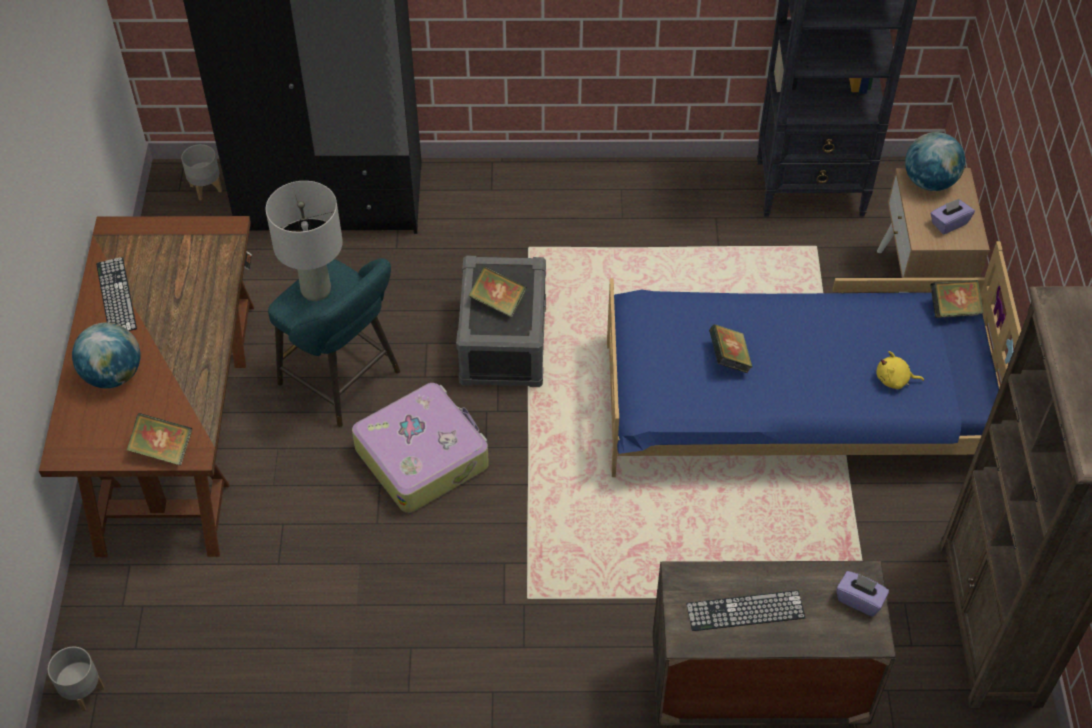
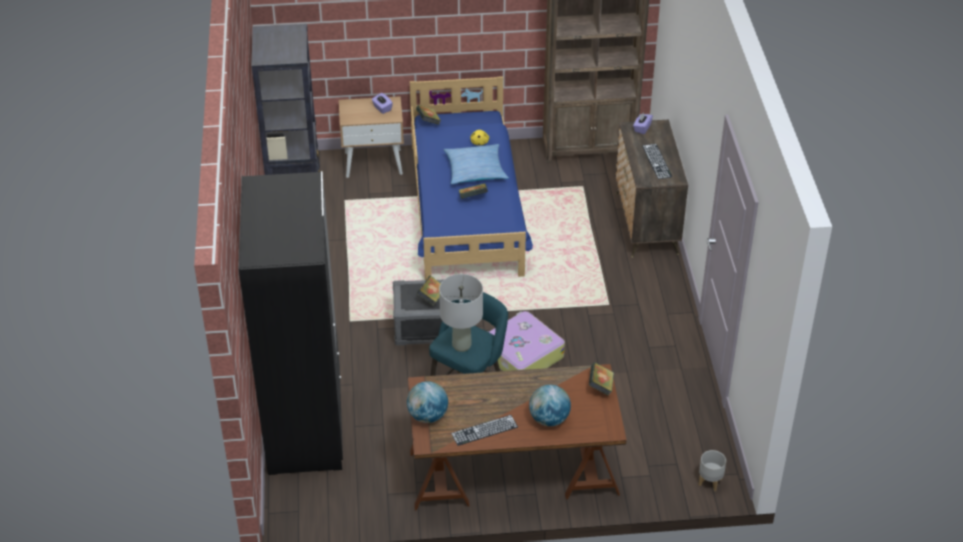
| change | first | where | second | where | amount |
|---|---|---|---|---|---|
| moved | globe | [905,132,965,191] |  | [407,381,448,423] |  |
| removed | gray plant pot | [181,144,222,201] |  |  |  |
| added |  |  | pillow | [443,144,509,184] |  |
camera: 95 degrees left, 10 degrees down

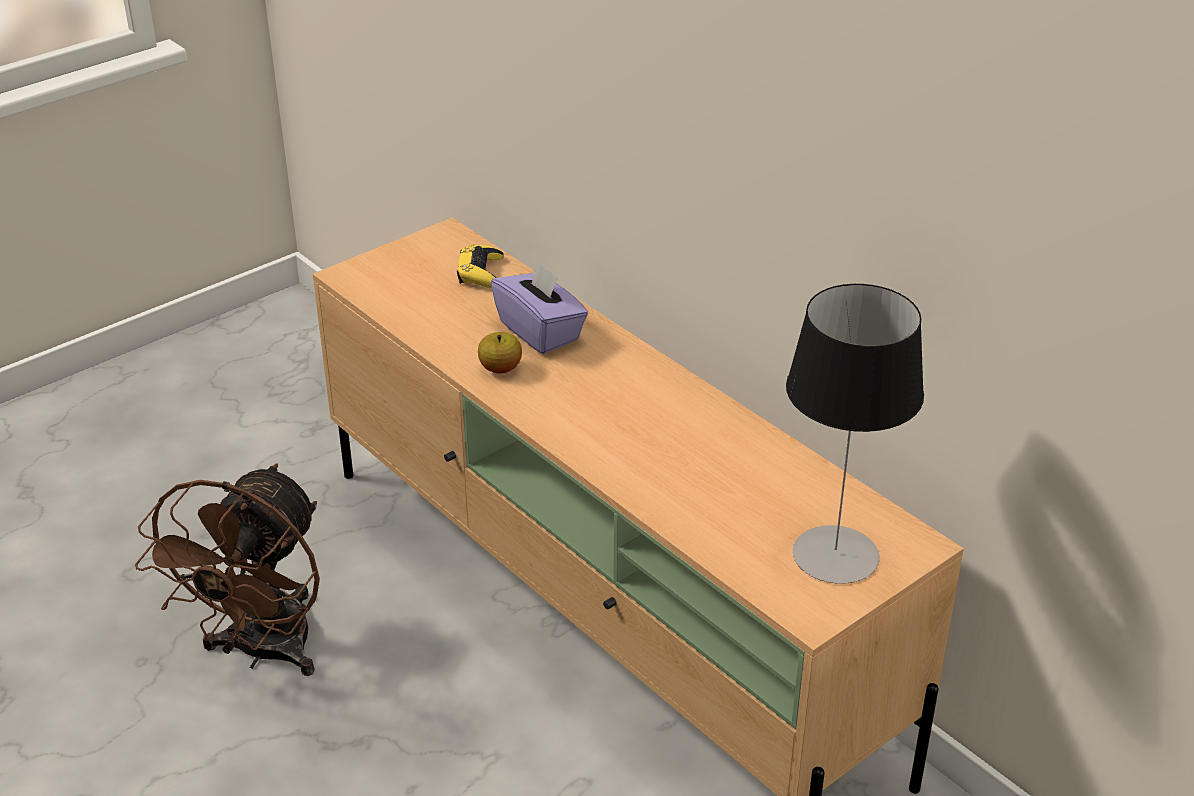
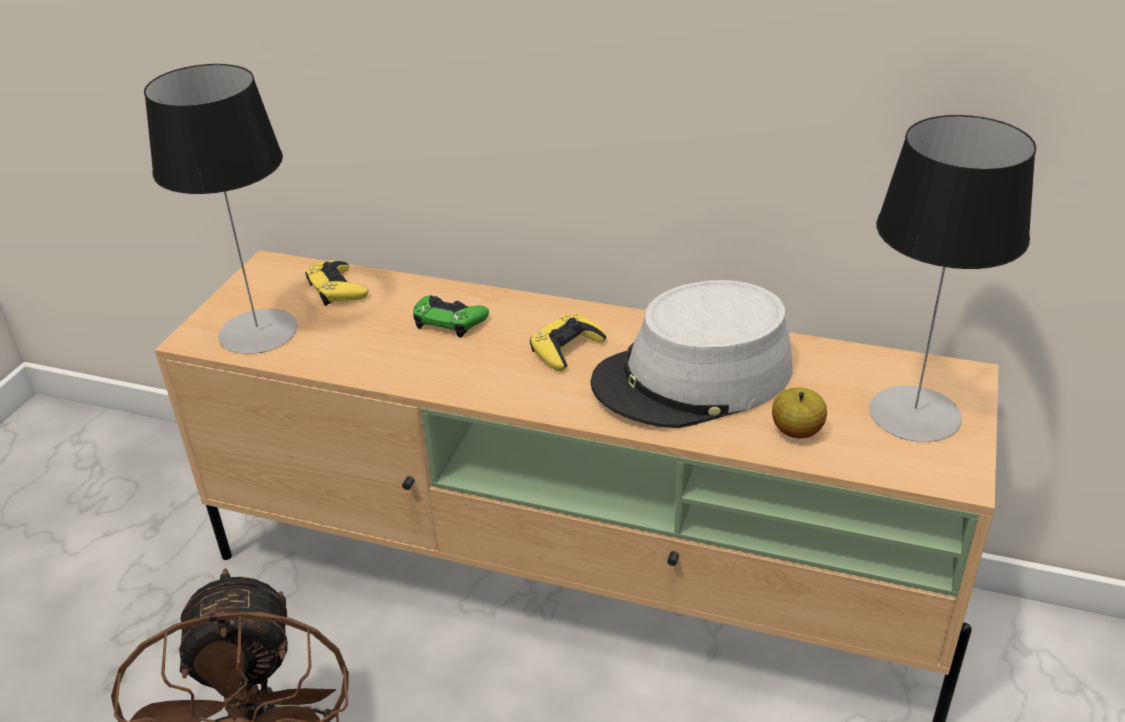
| change | first | where | second | where | amount |
|---|---|---|---|---|---|
| replaced | purple-coloured tissue box | [491,259,588,354] | green-coloured game controller | [413,295,489,338] |  |
| moved | apple fruit | [478,332,522,374] |  | [772,387,827,438] |  |
| added |  |  | tabletop lamp | [144,64,298,354] |  |
| added |  |  | gray wearable hat | [590,280,793,428] |  |
| added |  |  | yellow-coloured game controller | [530,314,606,371] |  |
camera: 30 degrees left, 0 degrees up

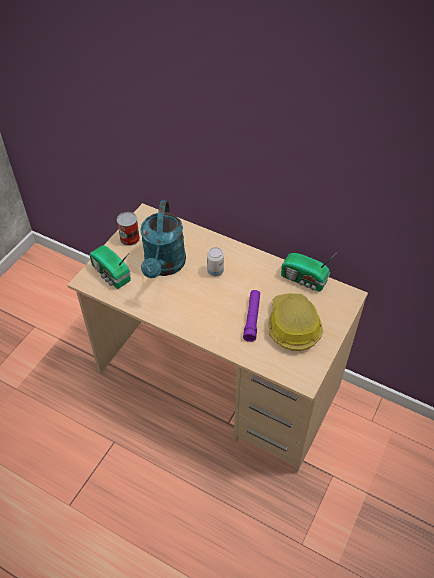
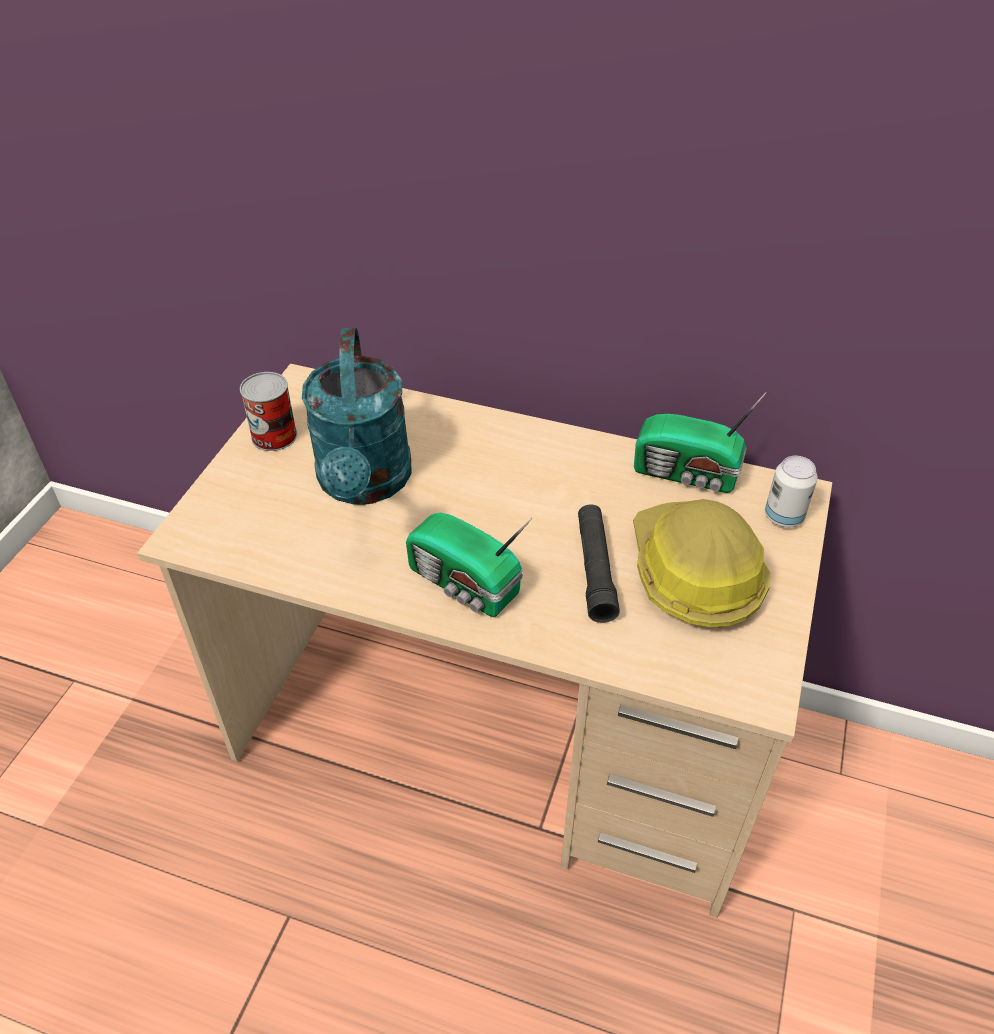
| change | first | where | second | where | amount |
|---|---|---|---|---|---|
| moved | radio receiver | [90,245,131,289] |  | [406,512,532,617] |  |
| moved | metal can | [207,247,224,276] |  | [765,456,818,527] |  |
| recoloured | purple-coloured torch | [243,290,260,342] | black-coloured torch | [578,504,620,623] |  |
camera: 10 degrees left, 5 degrees down

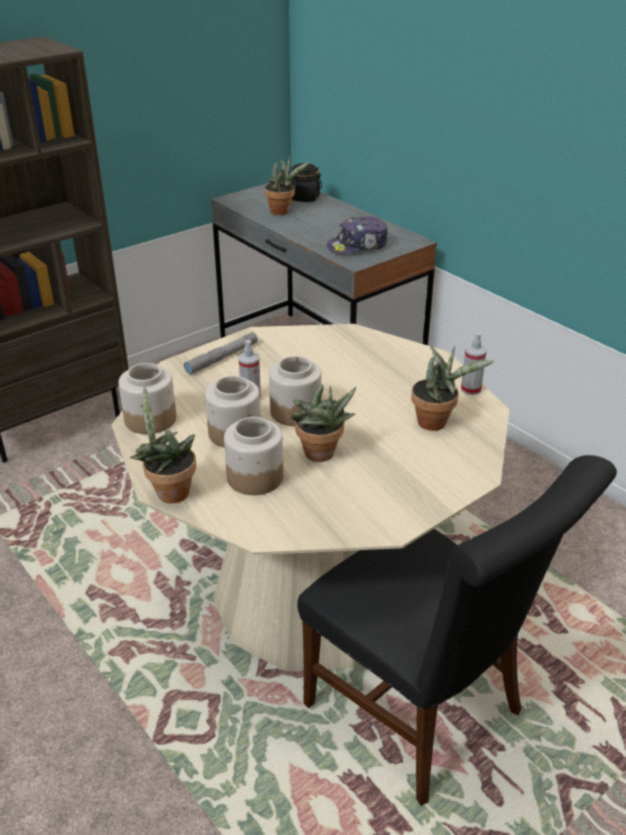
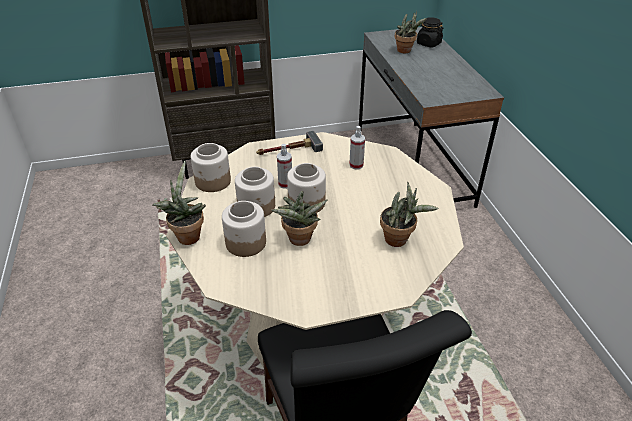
| change | first | where | second | where | amount |
|---|---|---|---|---|---|
| removed | cap | [326,216,388,254] |  |  |  |
| replaced | gray torch | [184,332,258,374] | hand hammer | [256,131,323,155] |  |
| moved | sprayer | [461,332,486,395] |  | [349,126,365,170] |  |
camera: 25 degrees right, 5 degrees up

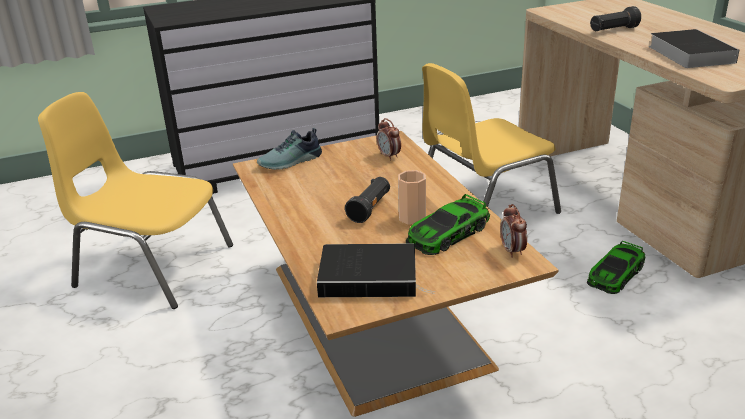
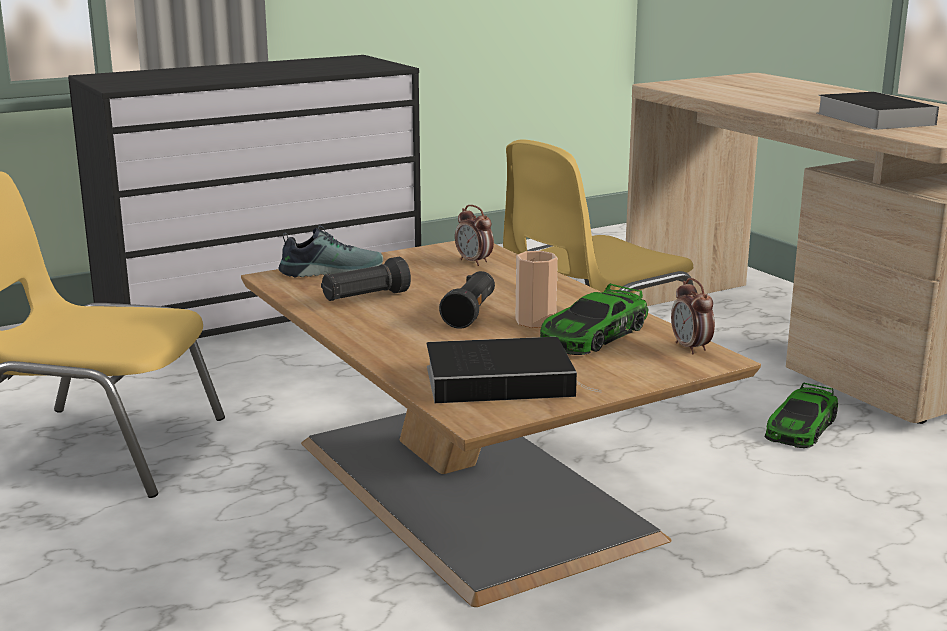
| change | first | where | second | where | amount |
|---|---|---|---|---|---|
| moved | black-coloured torch | [590,6,641,31] |  | [321,257,411,301] |  |
| turned | shoe | [257,128,322,170] |  | [278,225,383,277] | 150 degrees counterclockwise |
camera: 10 degrees left, 10 degrees down

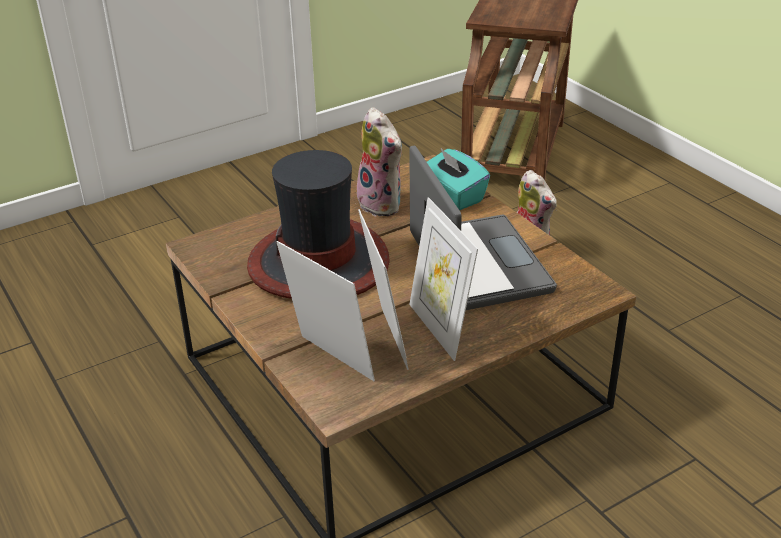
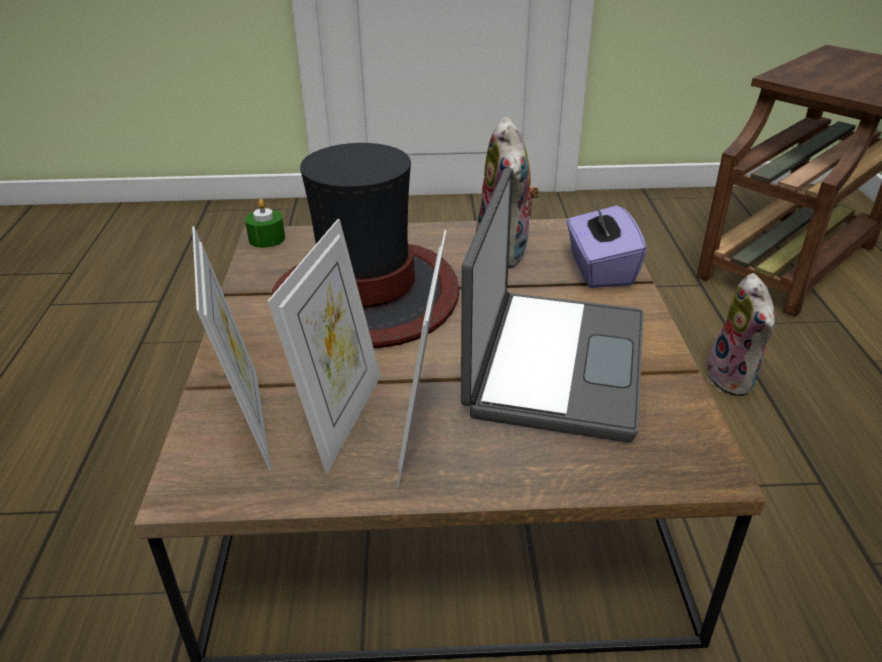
| change | first | where | second | where | amount |
|---|---|---|---|---|---|
| recoloured | turquoise tissue box | [427,149,490,210] | purple-coloured tissue box | [567,200,647,288] |  |
| added |  |  | green-coloured wax candle | [245,199,285,248] |  |
camera: 30 degrees right, 0 degrees up

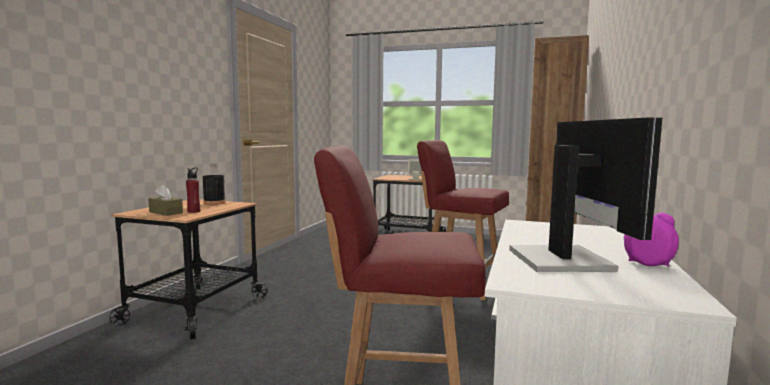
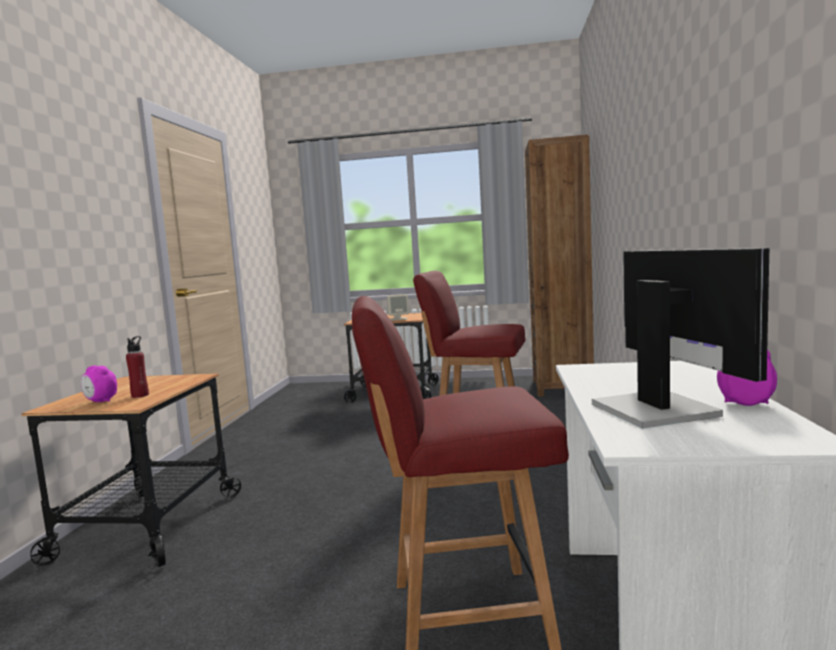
| change | first | where | second | where | amount |
|---|---|---|---|---|---|
| removed | black-coloured drink bottle | [203,164,225,205] |  |  |  |
| replaced | brown tissue box | [148,185,183,216] | alarm clock | [81,365,117,402] |  |
camera: 10 degrees left, 0 degrees up

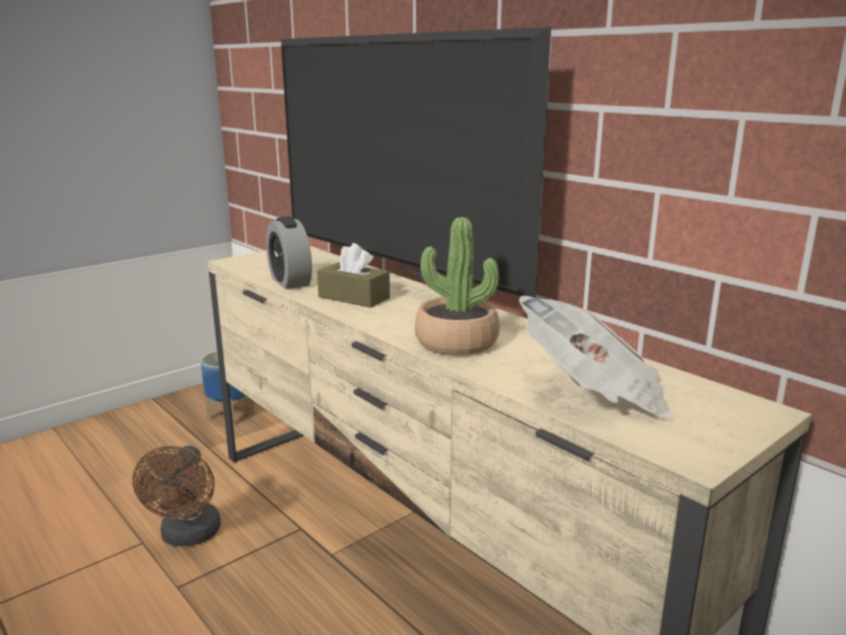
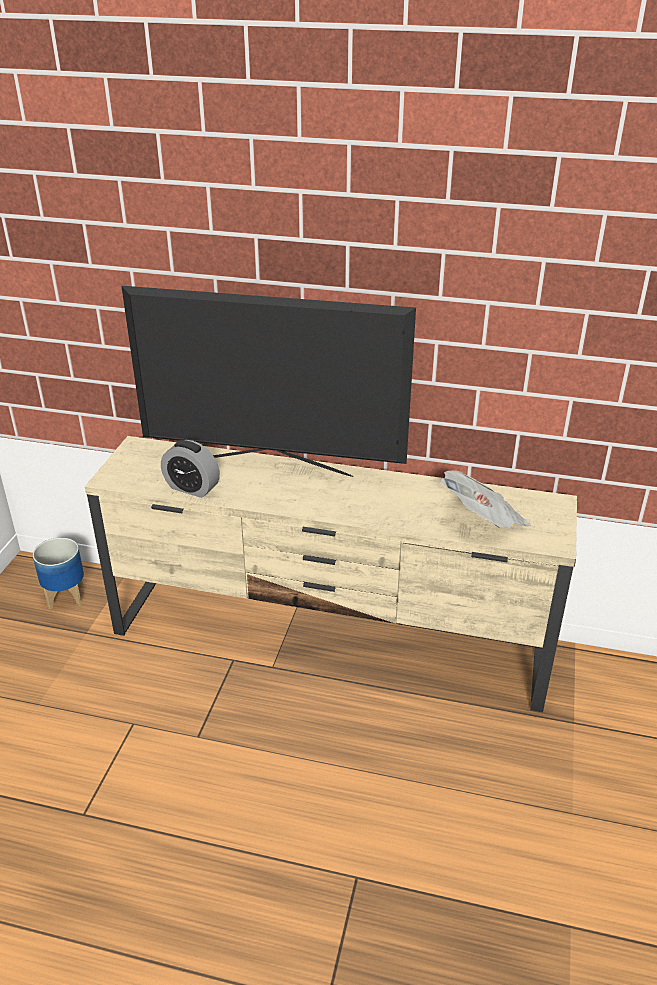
| change | first | where | second | where | amount |
|---|---|---|---|---|---|
| removed | potted plant | [415,217,500,355] |  |  |  |
| removed | brown tissue box | [317,243,390,308] |  |  |  |
| removed | brown fan | [132,445,221,546] |  |  |  |
camera: 35 degrees left, 15 degrees up

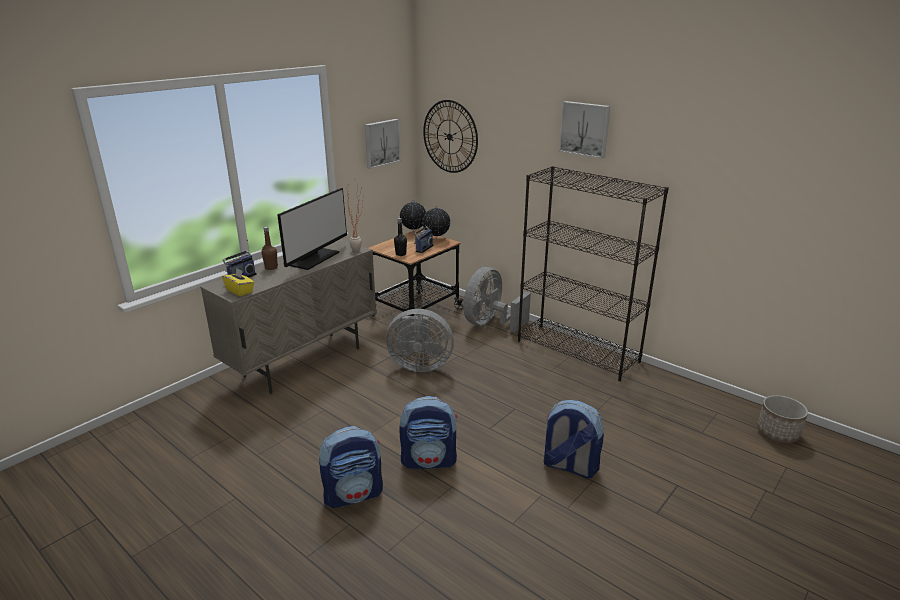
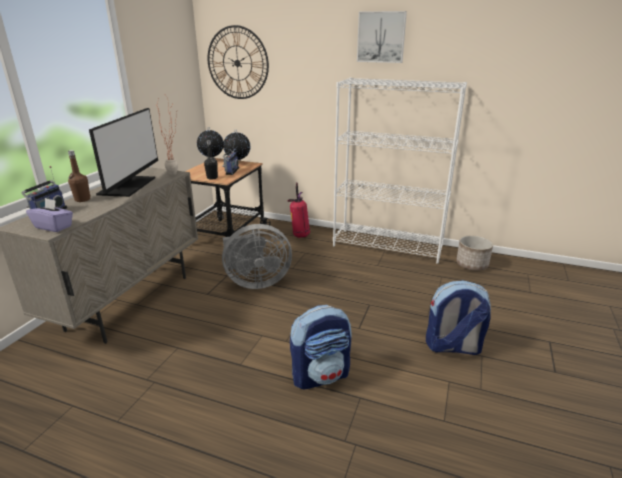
| change | first | where | second | where | amount |
|---|---|---|---|---|---|
| removed | wall picture | [365,119,401,169] |  |  |  |
| recoloured | black-coloured shelving unit | [518,166,669,381] | whitish shelving unit | [333,78,467,264] |  |
| replaced | gray fan | [463,267,531,332] | extinguisher | [288,182,310,238] |  |
| recoloured | yellow-coloured tissue box | [222,268,254,297] | purple-coloured tissue box | [26,198,73,232] |  |
| moved | plant pot | [757,395,808,443] |  | [456,236,493,271] |  |
| removed | rucksack | [319,426,383,508] |  |  |  |
camera: 20 degrees left, 0 degrees up

